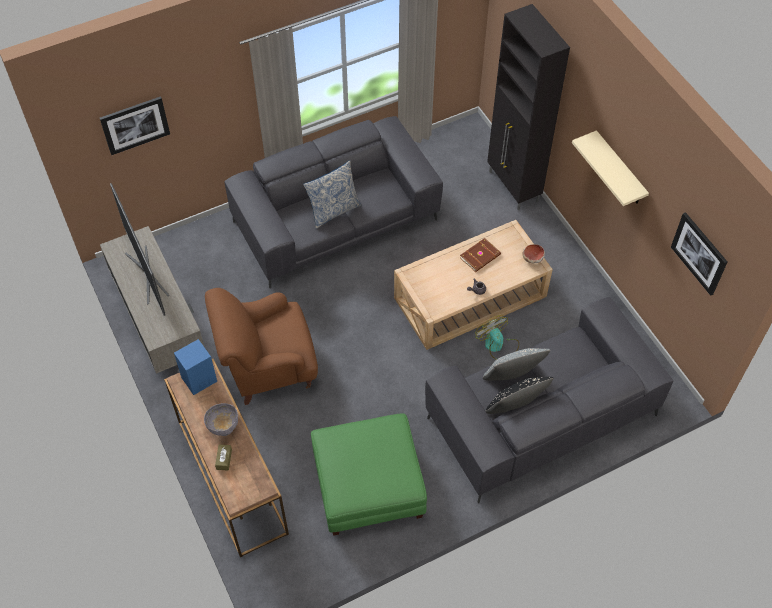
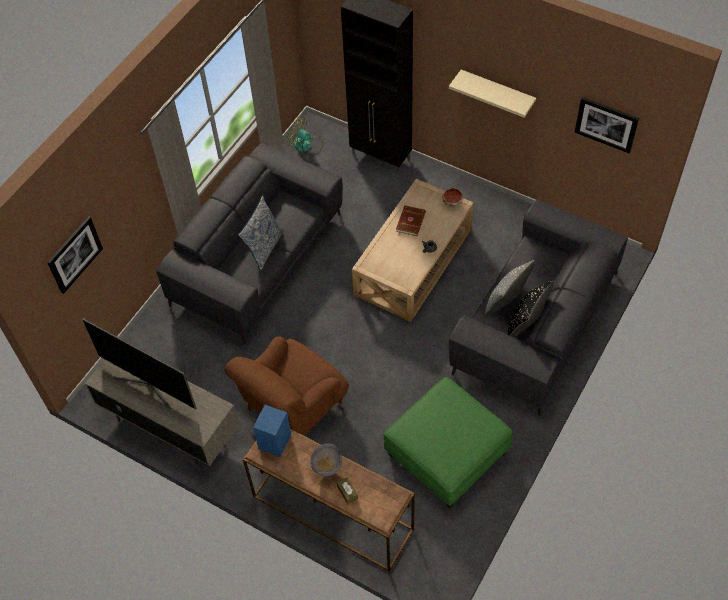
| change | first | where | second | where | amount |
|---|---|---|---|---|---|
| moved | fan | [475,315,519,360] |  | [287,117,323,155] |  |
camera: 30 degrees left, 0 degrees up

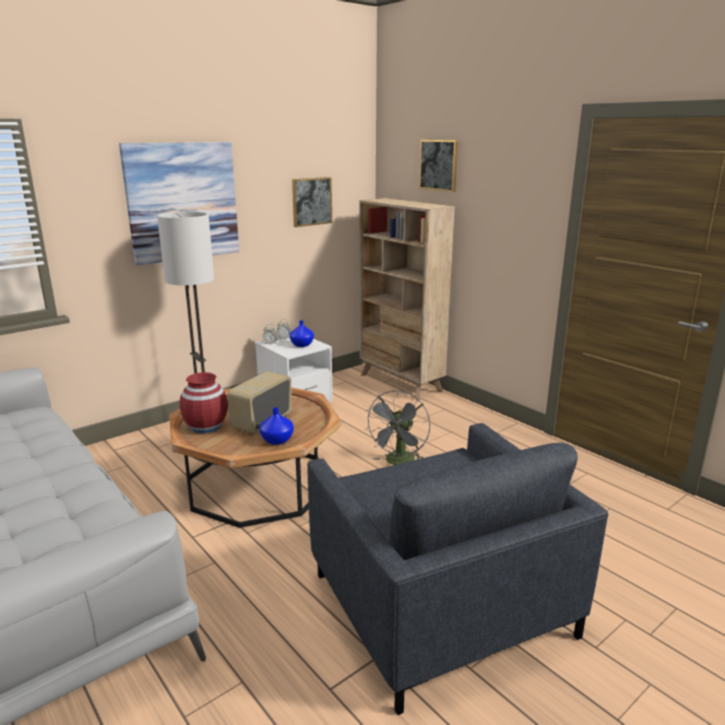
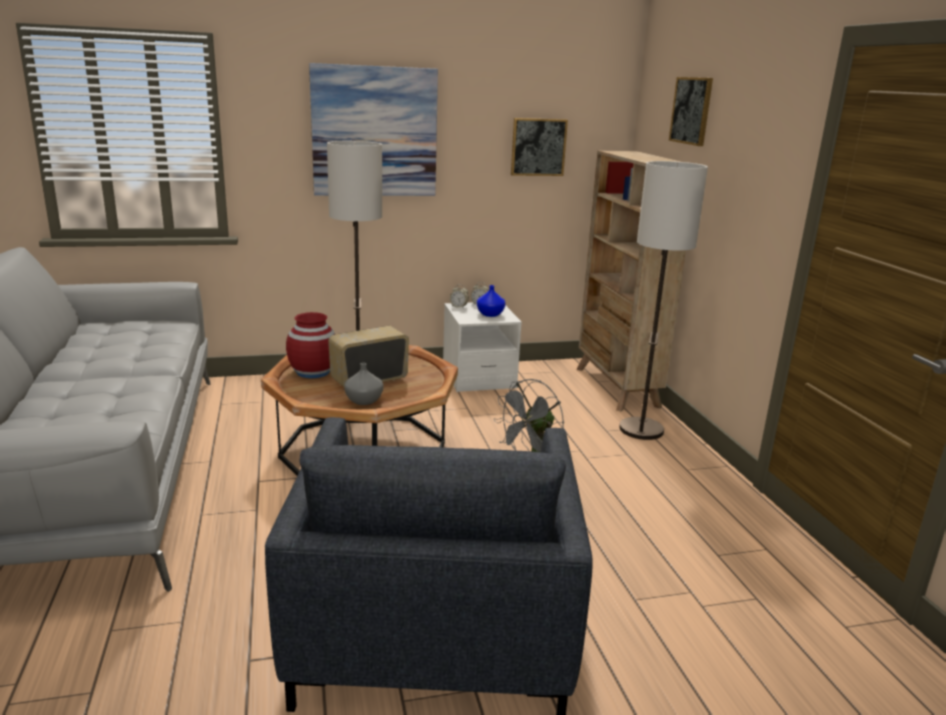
| change | first | where | second | where | amount |
|---|---|---|---|---|---|
| recoloured | blue flower vase | [259,407,294,445] | gray flower vase | [344,363,383,405] |  |
| added |  |  | standing lamp | [619,161,708,440] |  |
camera: 25 degrees right, 0 degrees up

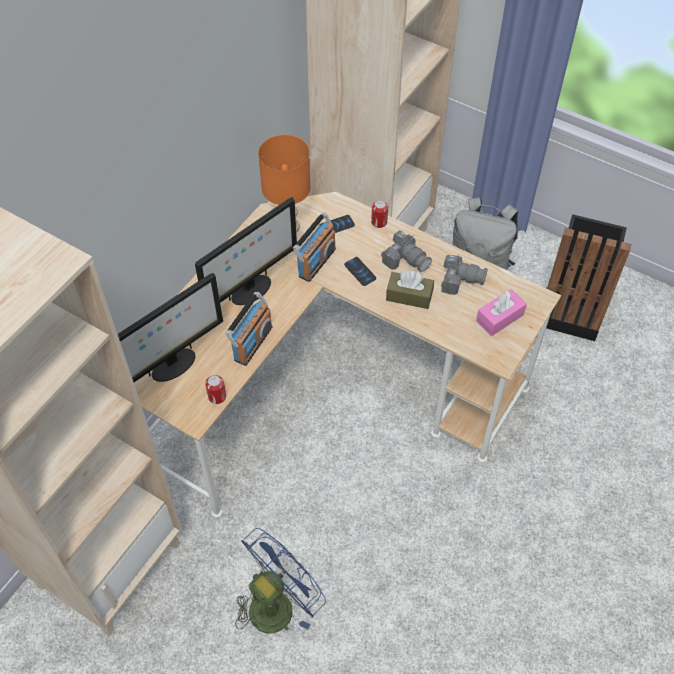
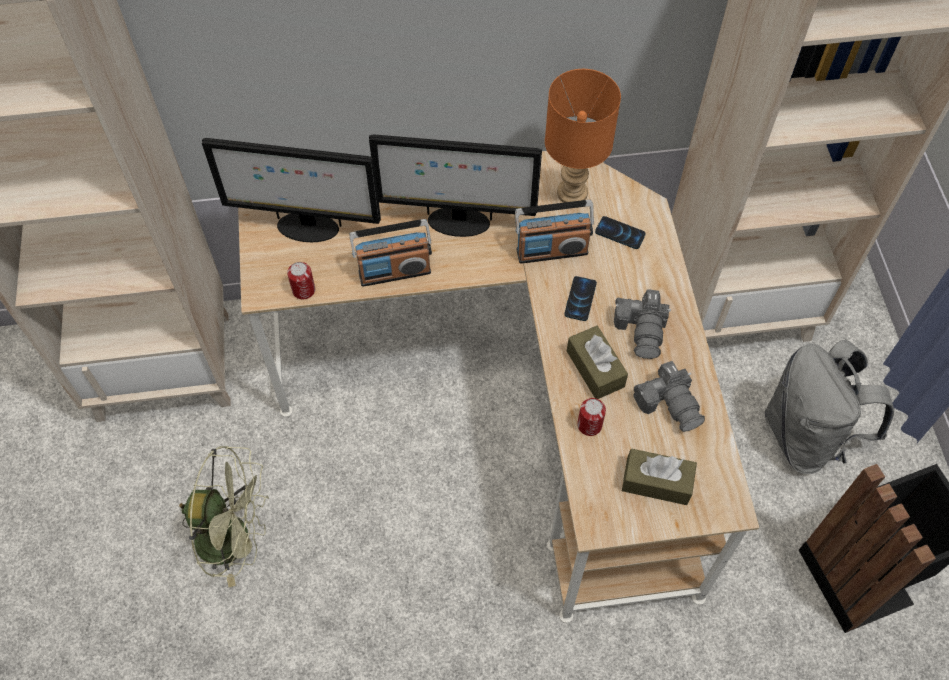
| change | first | where | second | where | amount |
|---|---|---|---|---|---|
| moved | metal can | [371,200,388,228] |  | [577,398,606,436] |  |
| recoloured | pink tissue box | [476,289,527,336] | brown tissue box | [622,448,697,505] |  |
| recoloured | blue fan | [235,528,326,634] | green-coloured fan | [179,446,269,587] |  |
camera: 50 degrees right, 5 degrees up

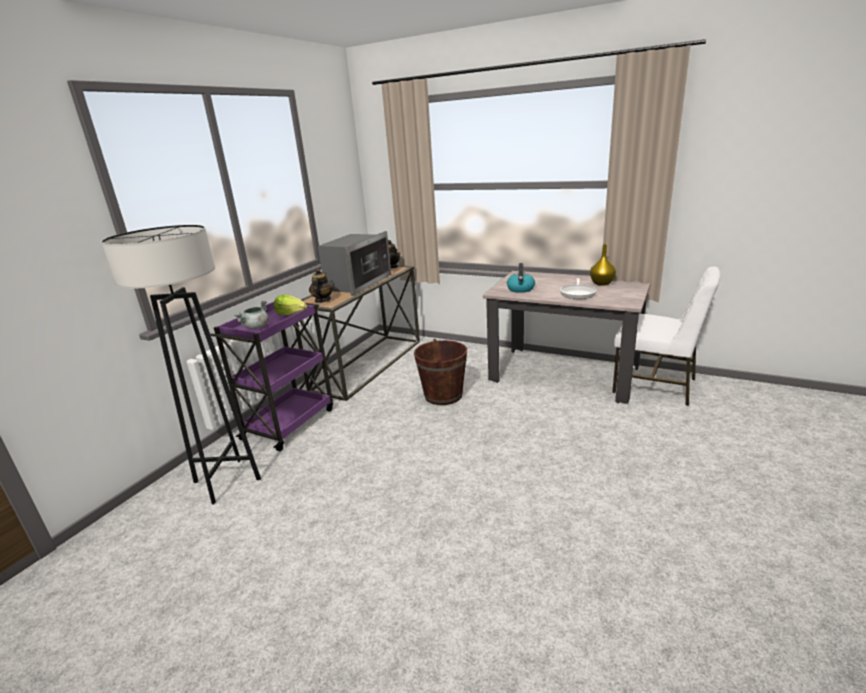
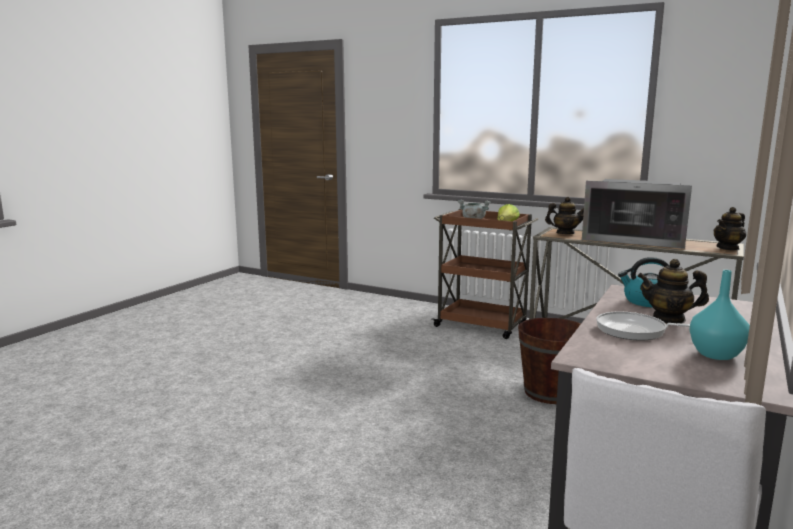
| change | first | where | second | where | amount |
|---|---|---|---|---|---|
| removed | gray standing lamp | [101,225,261,505] |  |  |  |
| recoloured | yellow-coloured flower vase | [590,244,616,286] | turquoise flower vase | [690,270,750,360] |  |
| recoloured | purple-coloured wheeled cart | [210,302,333,451] | brown wheeled cart | [432,209,538,339] |  |
| added |  |  | tea pot | [637,259,709,323] |  |
camera: 90 degrees right, 10 degrees down

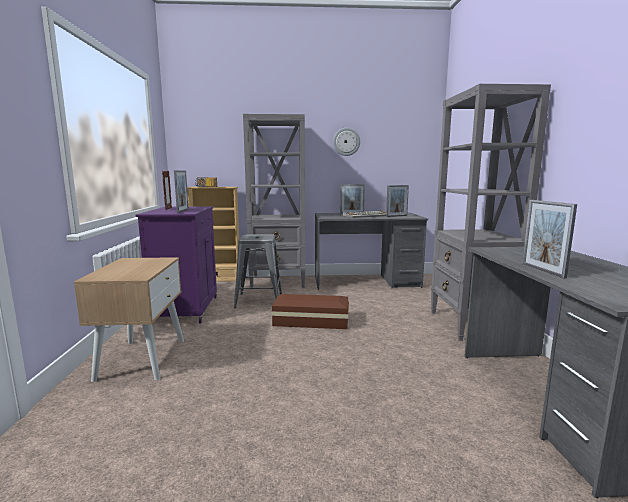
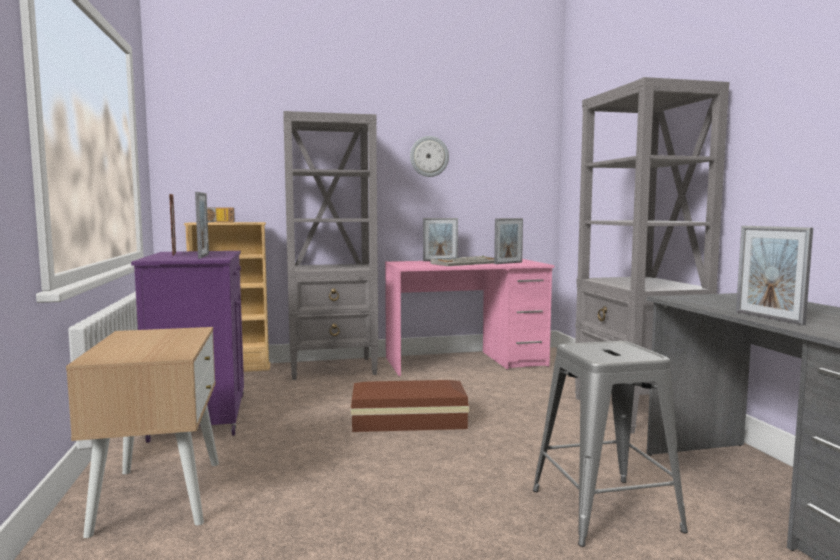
| change | first | where | second | where | amount |
|---|---|---|---|---|---|
| recoloured | gray desk unit | [315,213,428,290] | pink desk unit | [385,259,555,377] |  |
| moved | gray stool seat | [234,234,282,308] |  | [533,341,688,547] |  |
camera: 10 degrees left, 5 degrees down

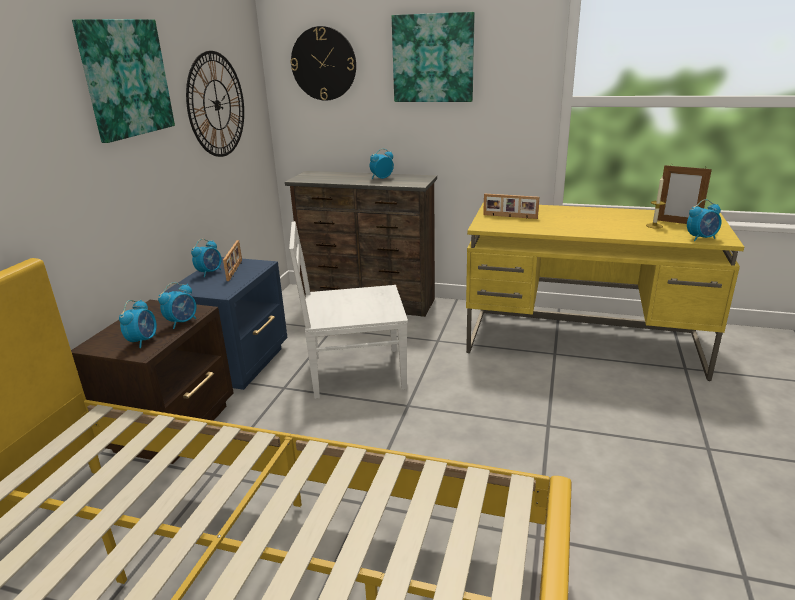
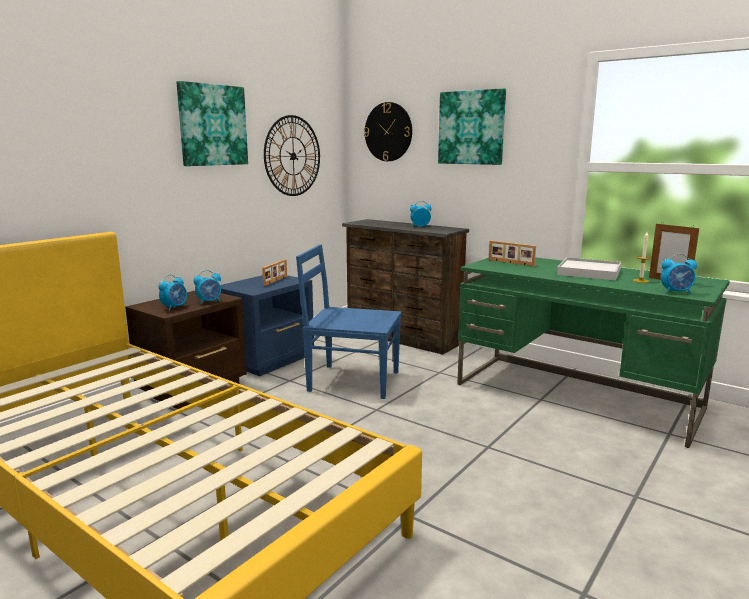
| change | first | where | second | where | amount |
|---|---|---|---|---|---|
| recoloured | yellow-coloured desk unit | [466,202,744,381] | green-coloured desk unit | [457,257,730,448] |  |
| recoloured | whitish upright chair | [289,221,408,399] | blue upright chair | [296,244,402,399] |  |
| removed | alarm clock | [191,239,221,277] |  |  |  |
| added |  |  | whitish serving tray | [557,257,621,280] |  |
camera: 20 degrees right, 10 degrees down

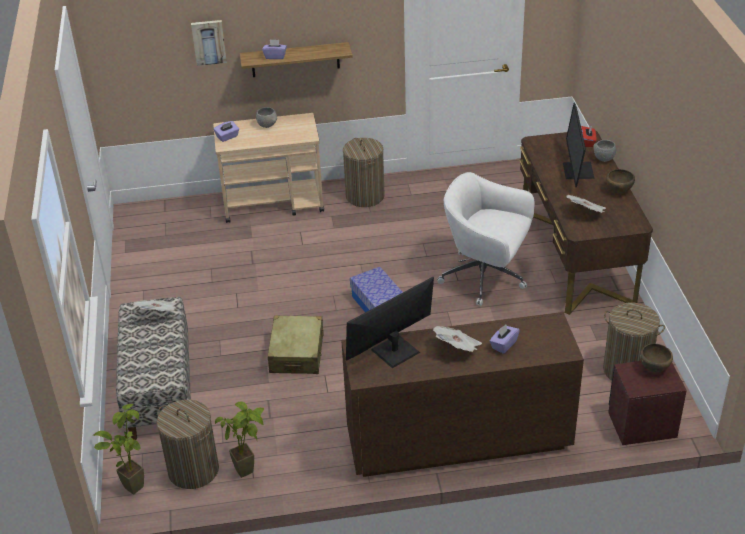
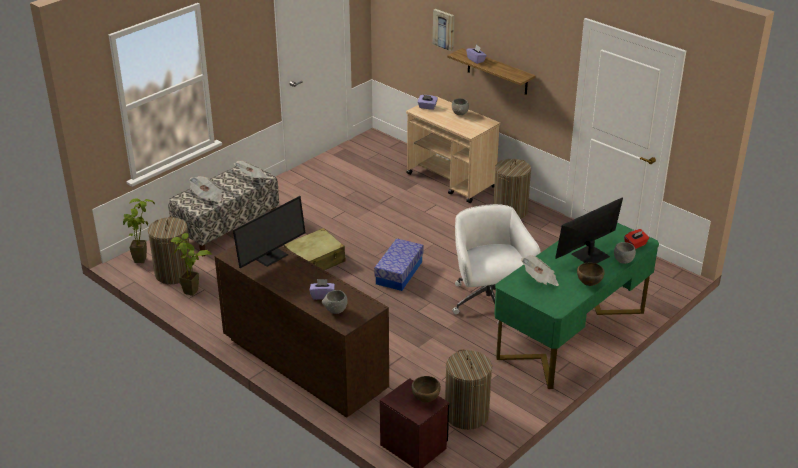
| change | first | where | second | where | amount |
|---|---|---|---|---|---|
| recoloured | brown desk unit | [519,131,653,315] | green-coloured desk unit | [494,223,659,389] |  |
| turned | computer display | [346,277,434,368] |  | [233,196,305,268] | 120 degrees clockwise |
| moved | daily paper | [433,326,482,352] |  | [189,176,223,202] |  |
| added |  |  | gray serving bowl | [322,290,348,314] |  |
camera: 50 degrees right, 5 degrees down

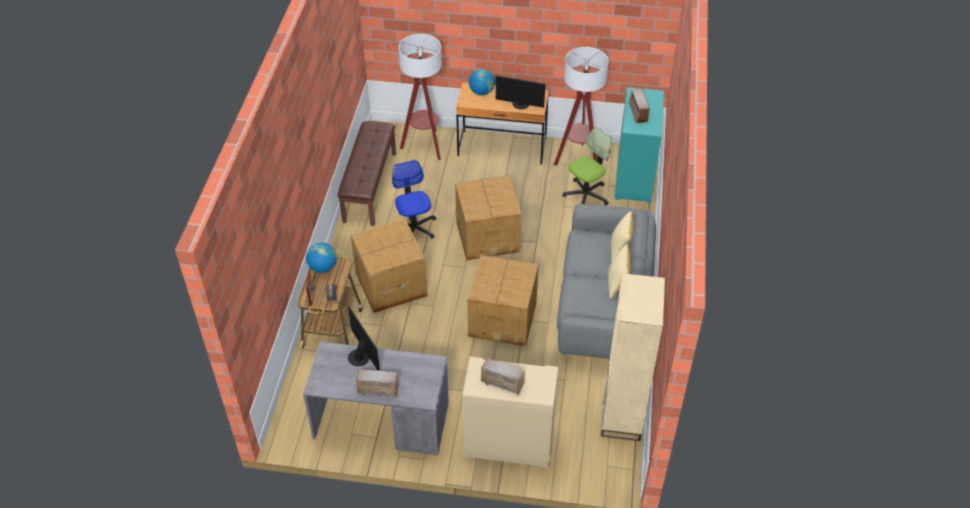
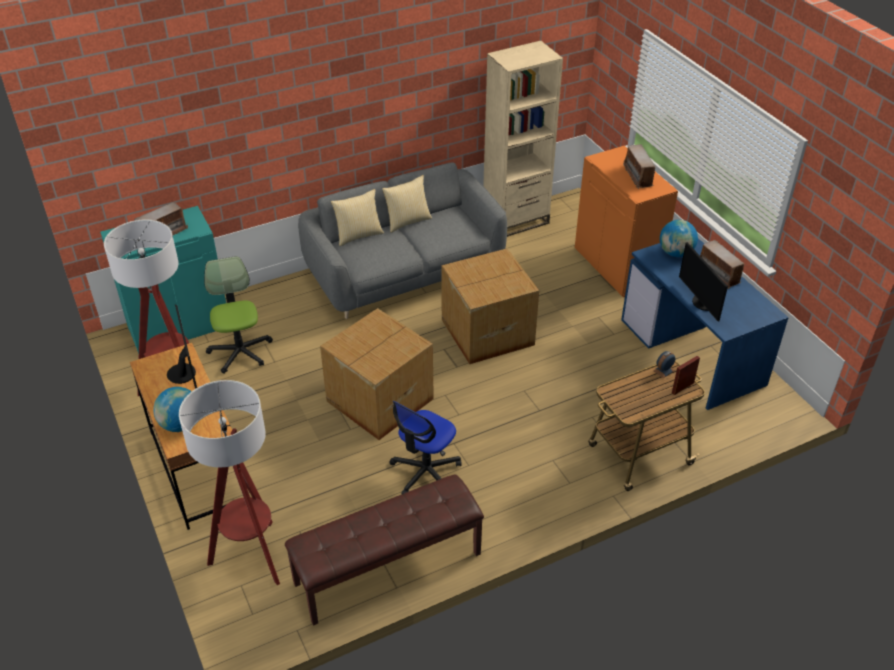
| change | first | where | second | where | amount |
|---|---|---|---|---|---|
| turned | desk chair | [563,127,612,205] |  | [204,256,273,374] | 60 degrees clockwise |
| removed | packing box | [351,219,427,313] |  |  |  |
| moved | globe | [306,243,337,273] |  | [660,220,698,257] |  |
| turned | computer display | [348,307,380,371] |  | [679,242,728,321] | 45 degrees counterclockwise |
| recoloured | gray desk unit | [303,342,449,455] | blue desk unit | [621,238,789,410] |  |
| recoloured | beige-coloured cabinet | [462,357,558,468] | orange cabinet | [575,146,678,297] |  |
camera: 125 degrees left, 5 degrees down

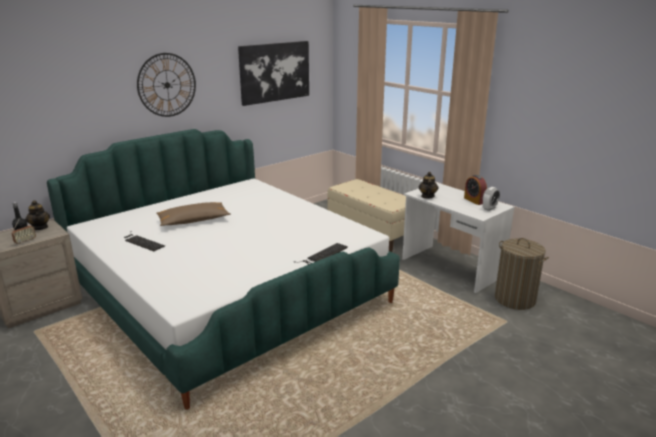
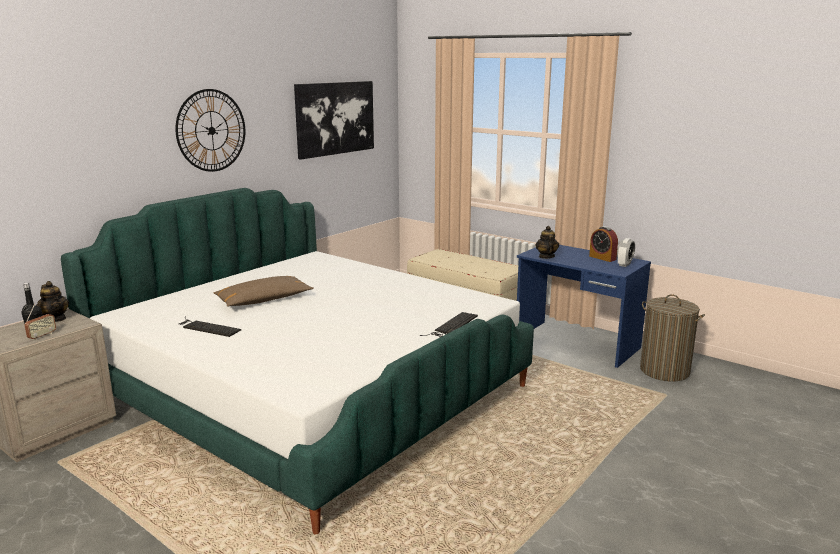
| change | first | where | second | where | amount |
|---|---|---|---|---|---|
| recoloured | whitish desk unit | [402,182,515,293] | blue desk unit | [517,245,651,368] |  |
camera: 10 degrees left, 5 degrees down

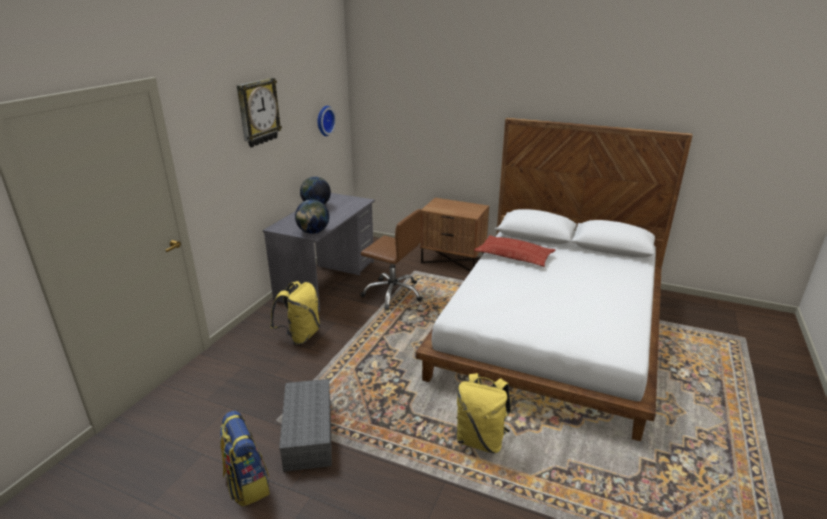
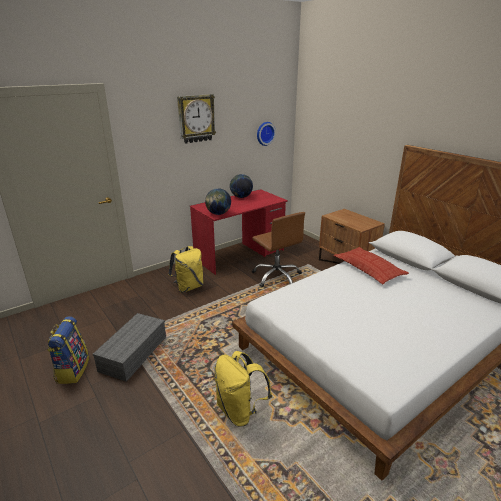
| change | first | where | second | where | amount |
|---|---|---|---|---|---|
| recoloured | gray desk unit | [263,193,375,312] | red-coloured desk unit | [190,189,288,275] |  |
camera: 30 degrees right, 0 degrees up

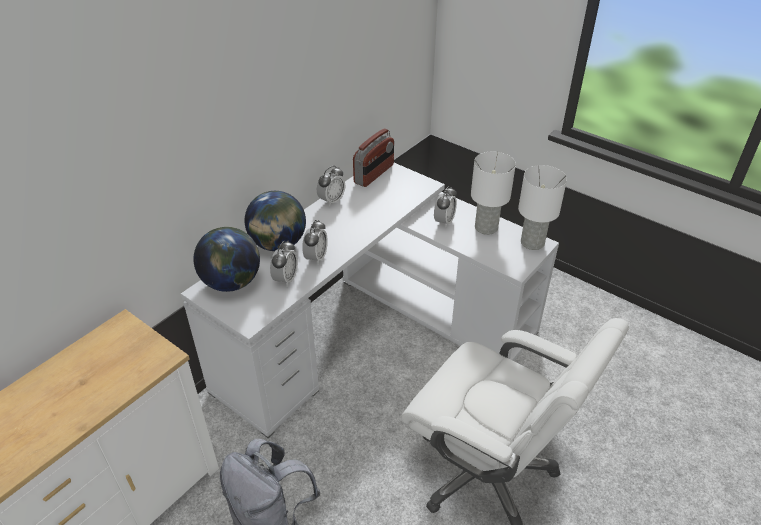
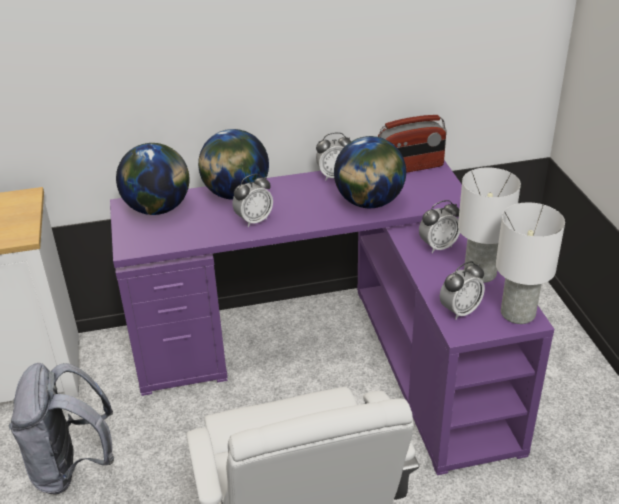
| change | first | where | second | where | amount |
|---|---|---|---|---|---|
| recoloured | whitish desk unit | [181,163,559,438] | purple-coloured desk unit | [110,160,554,475] |  |
| moved | alarm clock | [270,241,298,287] |  | [440,261,485,320] |  |
| added |  |  | globe | [334,136,406,208] |  |
camera: 40 degrees right, 5 degrees down

